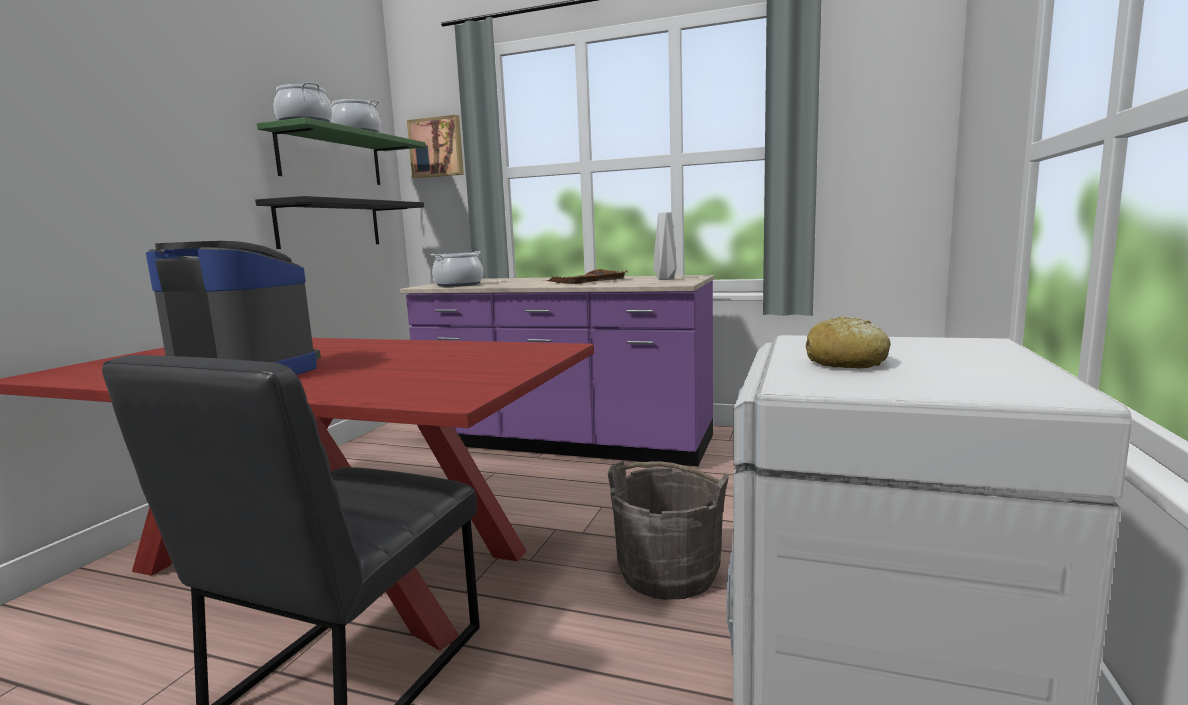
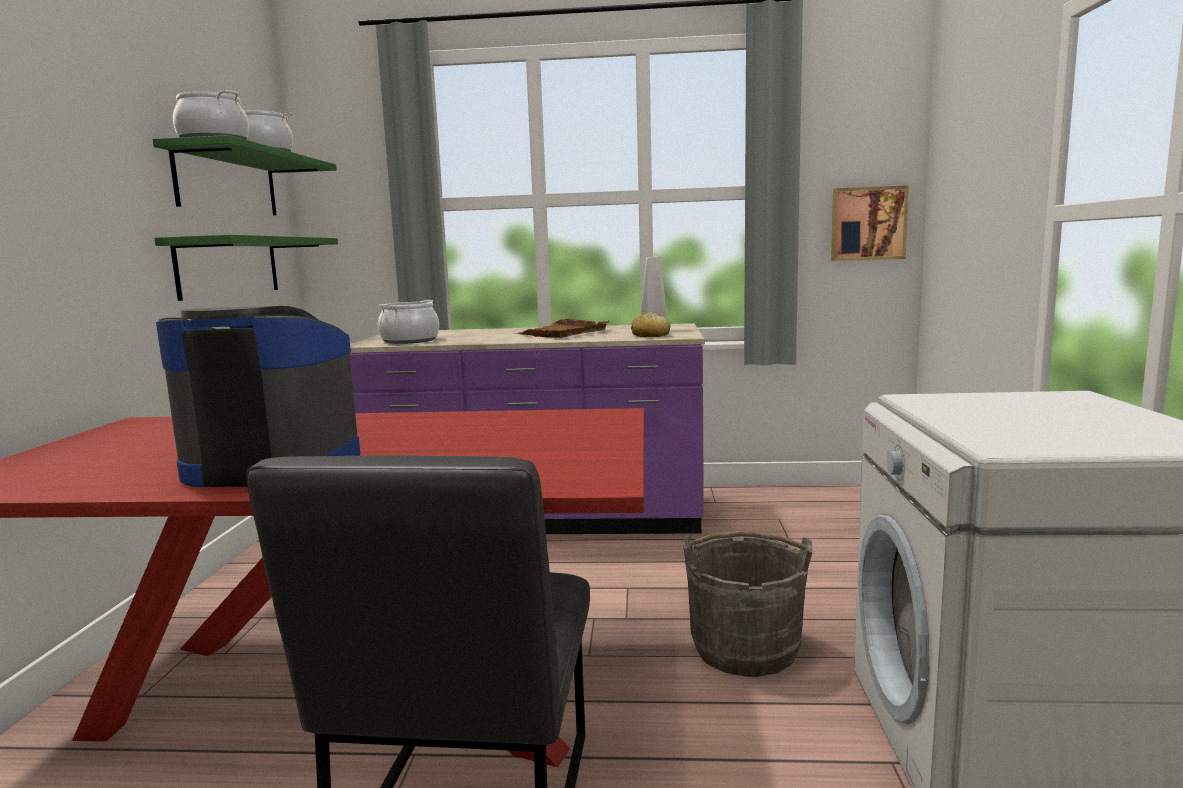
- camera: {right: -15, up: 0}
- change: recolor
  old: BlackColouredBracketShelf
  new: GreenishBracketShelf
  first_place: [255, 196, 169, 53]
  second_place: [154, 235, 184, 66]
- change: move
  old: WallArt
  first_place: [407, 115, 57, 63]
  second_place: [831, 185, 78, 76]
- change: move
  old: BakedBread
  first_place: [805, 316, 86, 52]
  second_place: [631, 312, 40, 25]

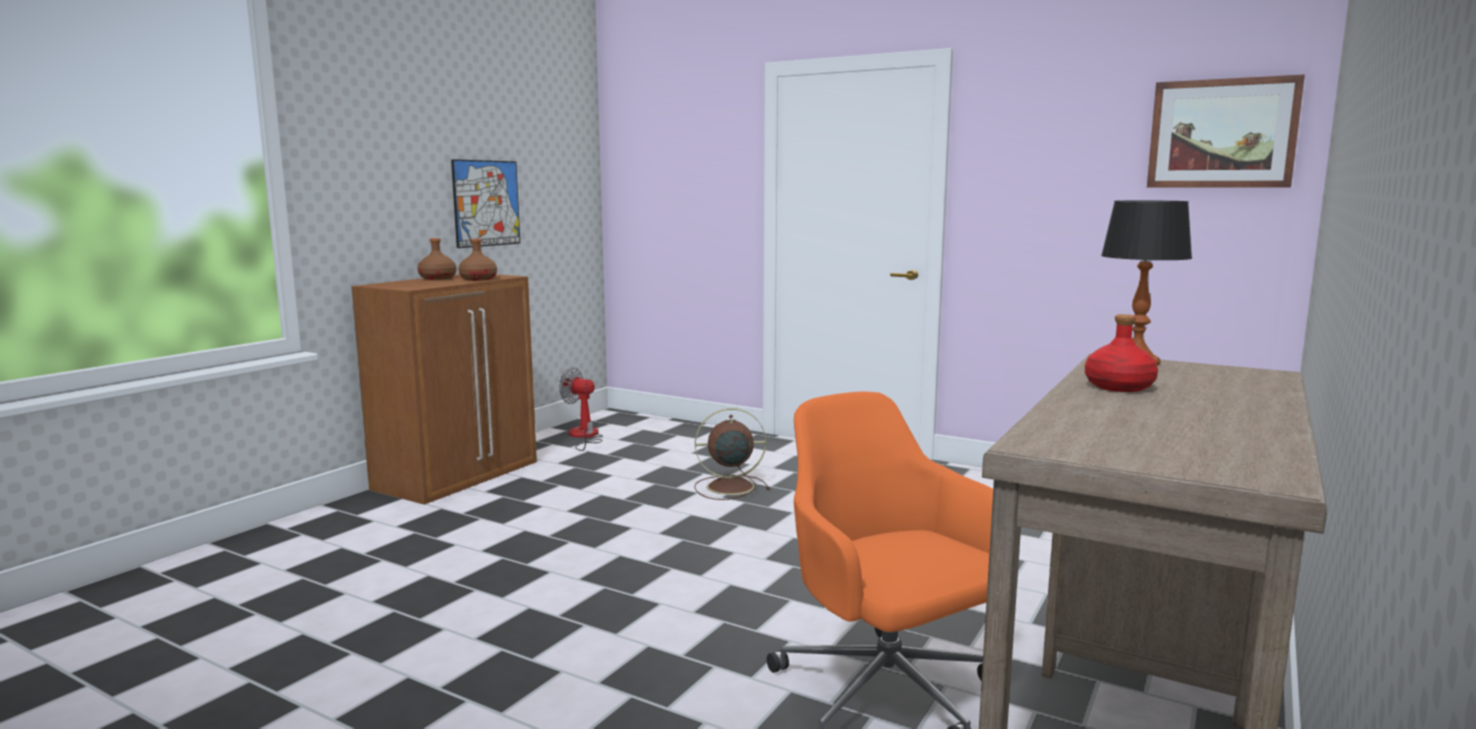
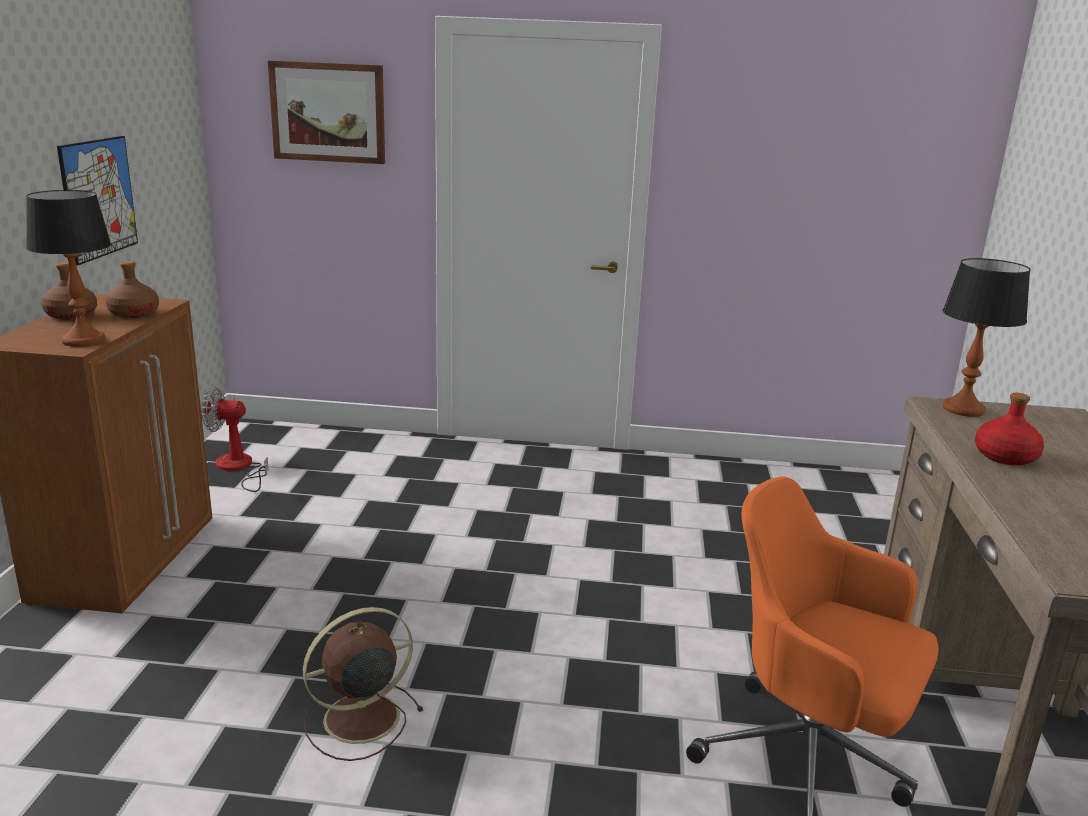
- camera: {right: -25, up: 10}
- change: move
  old: BrownFan
  first_place: [694, 408, 76, 92]
  second_place: [303, 607, 121, 154]
- change: move
  old: WallArt
  first_place: [1147, 74, 158, 114]
  second_place: [268, 61, 117, 103]
- change: insert
  new: TabletopLamp
  second_place: [26, 190, 85, 157]

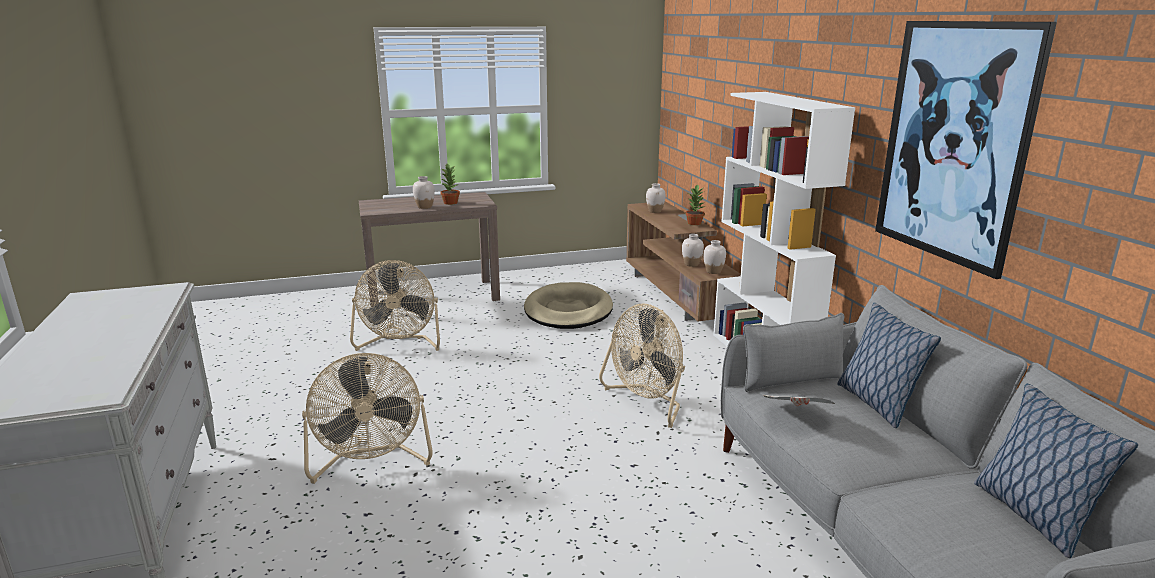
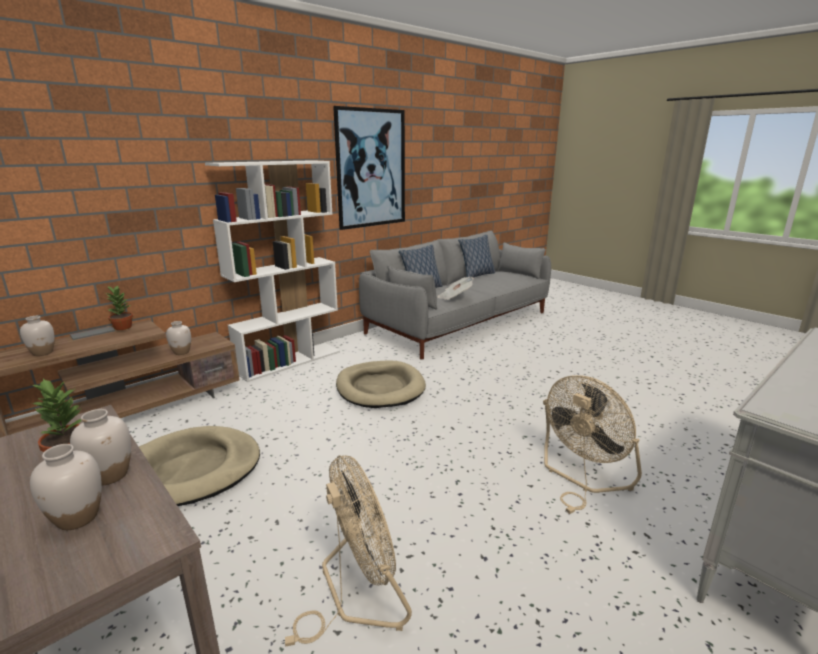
- camera: {right: -115, up: 0}
- change: replace
  old: BeigeFan
  new: BeigeDogCushion
  first_place: [599, 304, 86, 124]
  second_place: [336, 361, 90, 47]
- change: move
  old: WhiteColouredFlowerVase
  first_place: [704, 240, 22, 34]
  second_place: [30, 444, 72, 86]

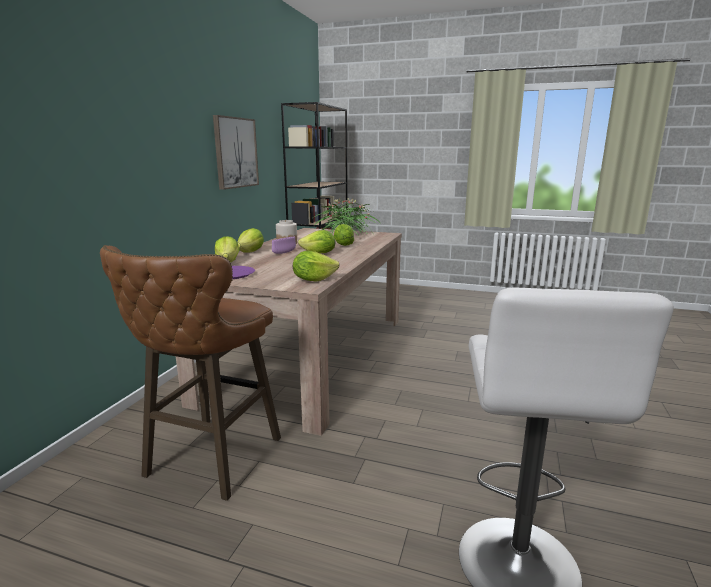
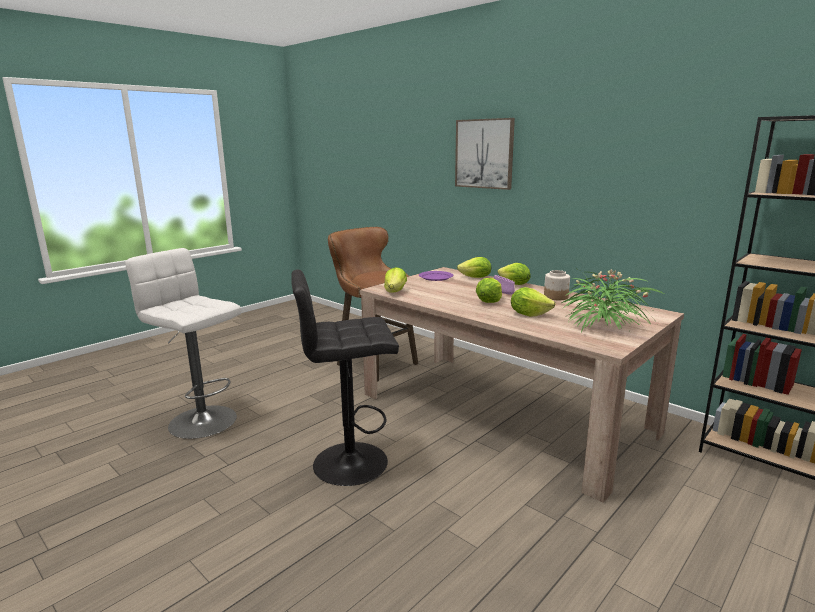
- camera: {right: 115, up: 0}
- change: move
  old: WallArt
  first_place: [213, 115, 46, 75]
  second_place: [455, 118, 60, 72]
- change: insert
  new: BlackColouredStoolSeat
  second_place: [291, 270, 108, 216]

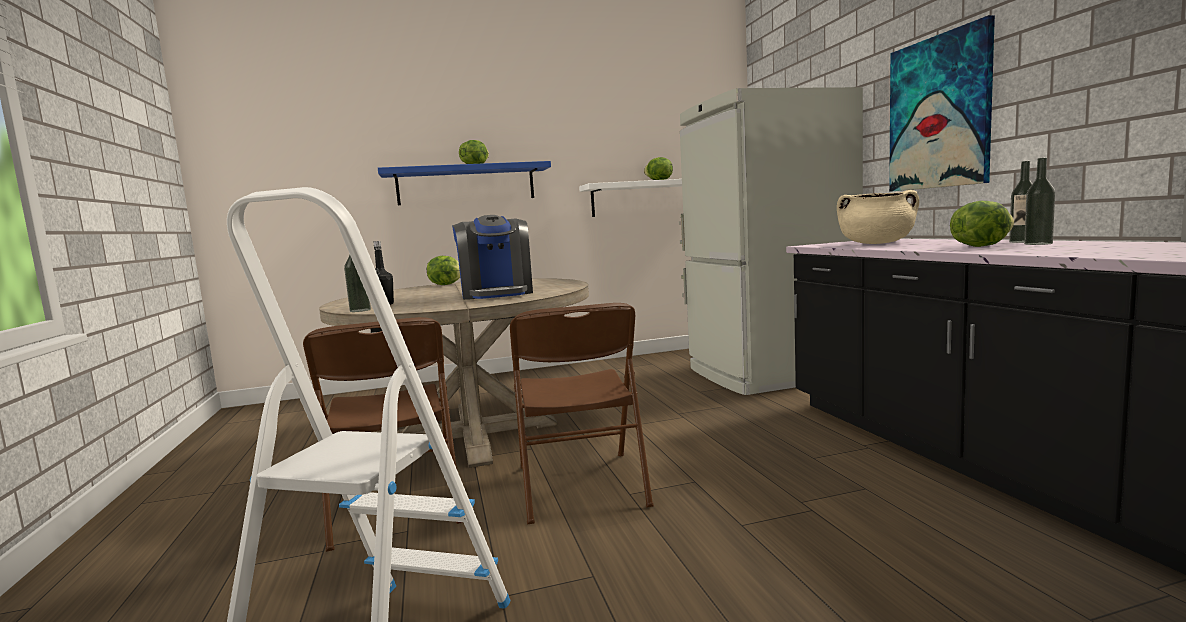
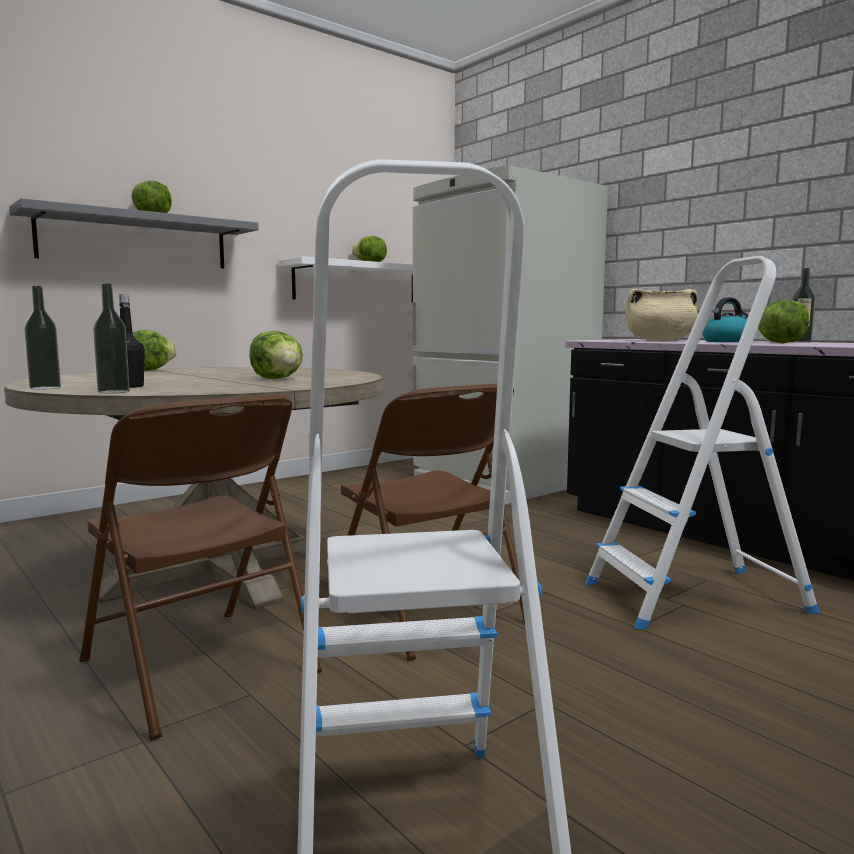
- camera: {right: -25, up: 0}
- change: recolor
  old: BluishBracketShelf
  new: GreyishBracketShelf
  first_place: [378, 161, 173, 44]
  second_place: [9, 198, 250, 71]
- change: replace
  old: CoffeeBrewer
  new: Lettuce
  first_place: [452, 215, 81, 85]
  second_place: [249, 331, 54, 48]
- change: delete
  old: WallArt
  first_place: [889, 15, 106, 177]
- change: move
  old: BeverageBottle
  first_place: [1024, 158, 31, 87]
  second_place: [24, 286, 37, 104]
- change: insert
  new: WhiteColouredStepladder
  second_place: [585, 256, 235, 374]
- change: insert
  new: TeaKettle
  second_place: [703, 297, 45, 45]

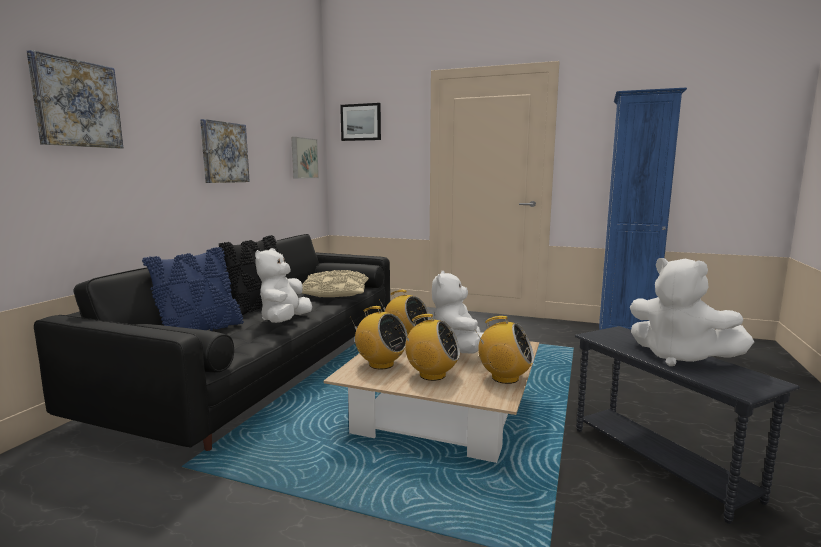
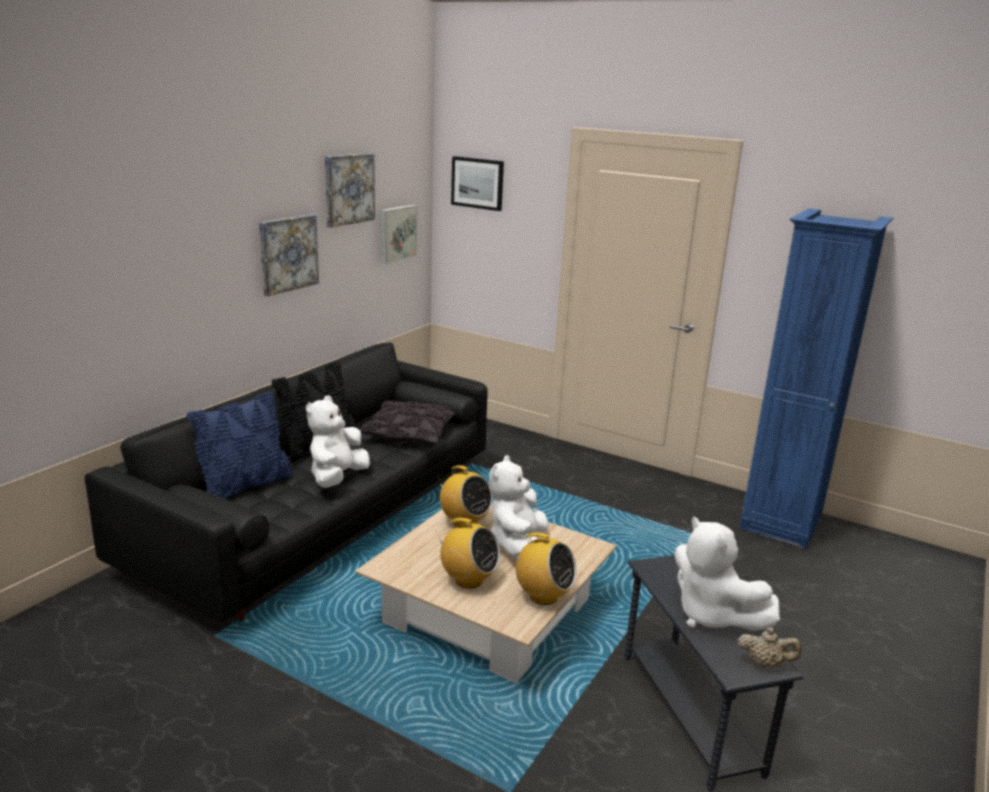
- camera: {right: 10, up: 10}
- change: move
  old: WallArt
  first_place: [27, 50, 96, 98]
  second_place: [325, 153, 50, 75]
- change: recolor
  old: BeigeThrowPillow
  new: BlackColouredThrowPillow
  first_place: [302, 270, 67, 27]
  second_place: [360, 400, 95, 44]
- change: delete
  old: RadioReceiver
  first_place: [352, 306, 56, 64]
- change: insert
  new: BeigeTeaPot
  second_place: [738, 628, 64, 40]

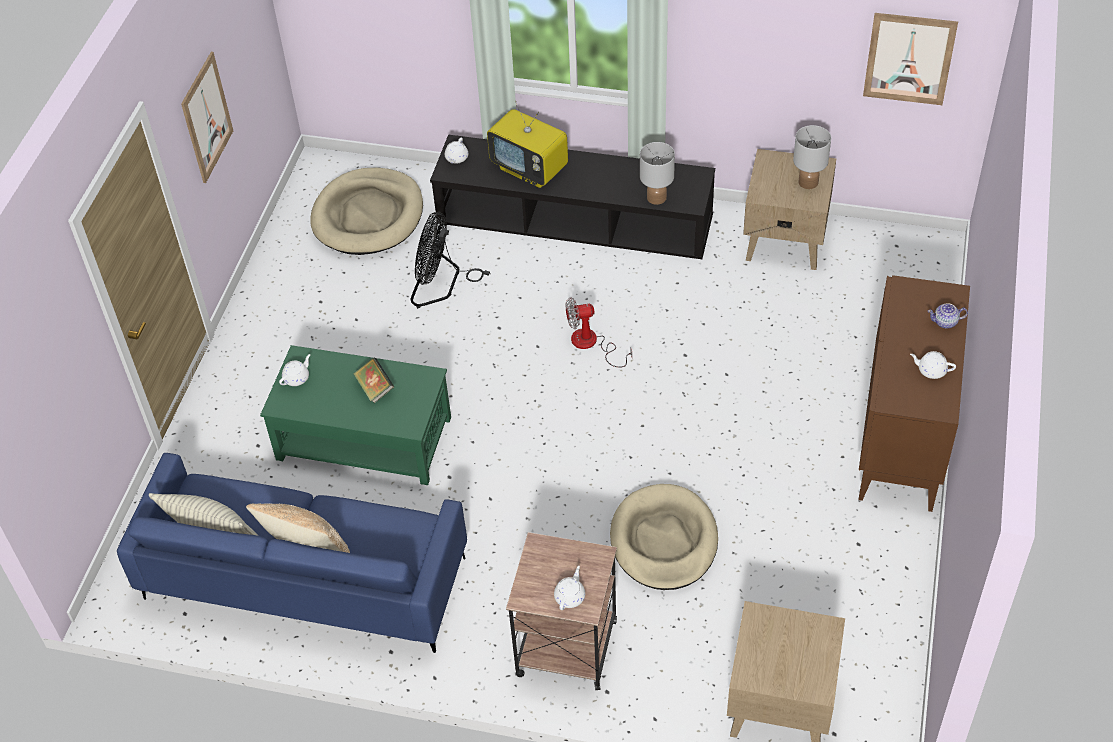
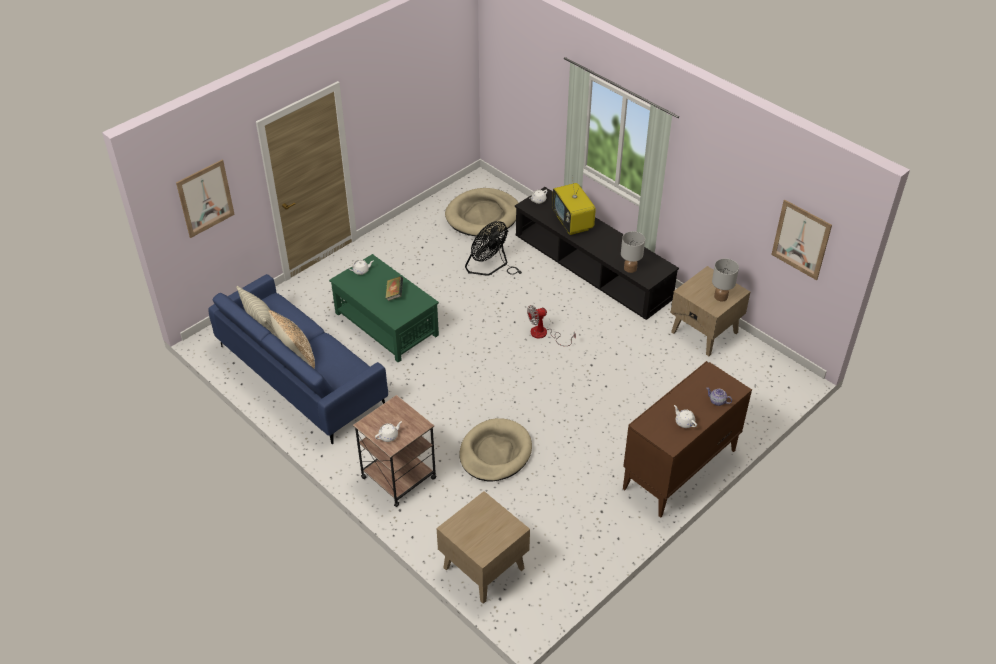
- camera: {right: 30, up: -5}
- change: move
  old: WallArt
  first_place: [181, 52, 52, 131]
  second_place: [176, 160, 59, 78]
- change: rotate
  old: Fan
  first_place: [565, 297, 67, 71]
  second_place: [527, 305, 49, 41]
  degrees: -45

